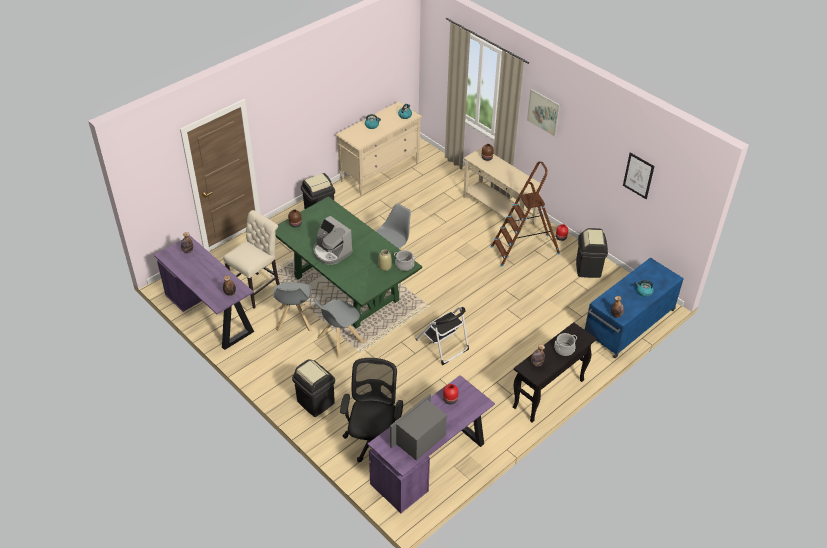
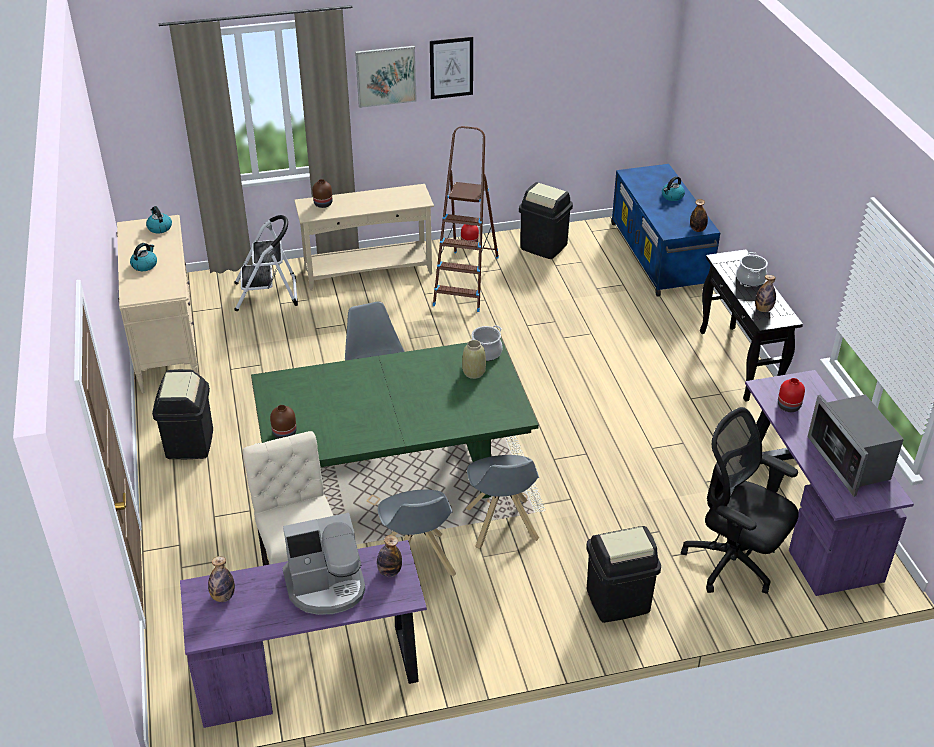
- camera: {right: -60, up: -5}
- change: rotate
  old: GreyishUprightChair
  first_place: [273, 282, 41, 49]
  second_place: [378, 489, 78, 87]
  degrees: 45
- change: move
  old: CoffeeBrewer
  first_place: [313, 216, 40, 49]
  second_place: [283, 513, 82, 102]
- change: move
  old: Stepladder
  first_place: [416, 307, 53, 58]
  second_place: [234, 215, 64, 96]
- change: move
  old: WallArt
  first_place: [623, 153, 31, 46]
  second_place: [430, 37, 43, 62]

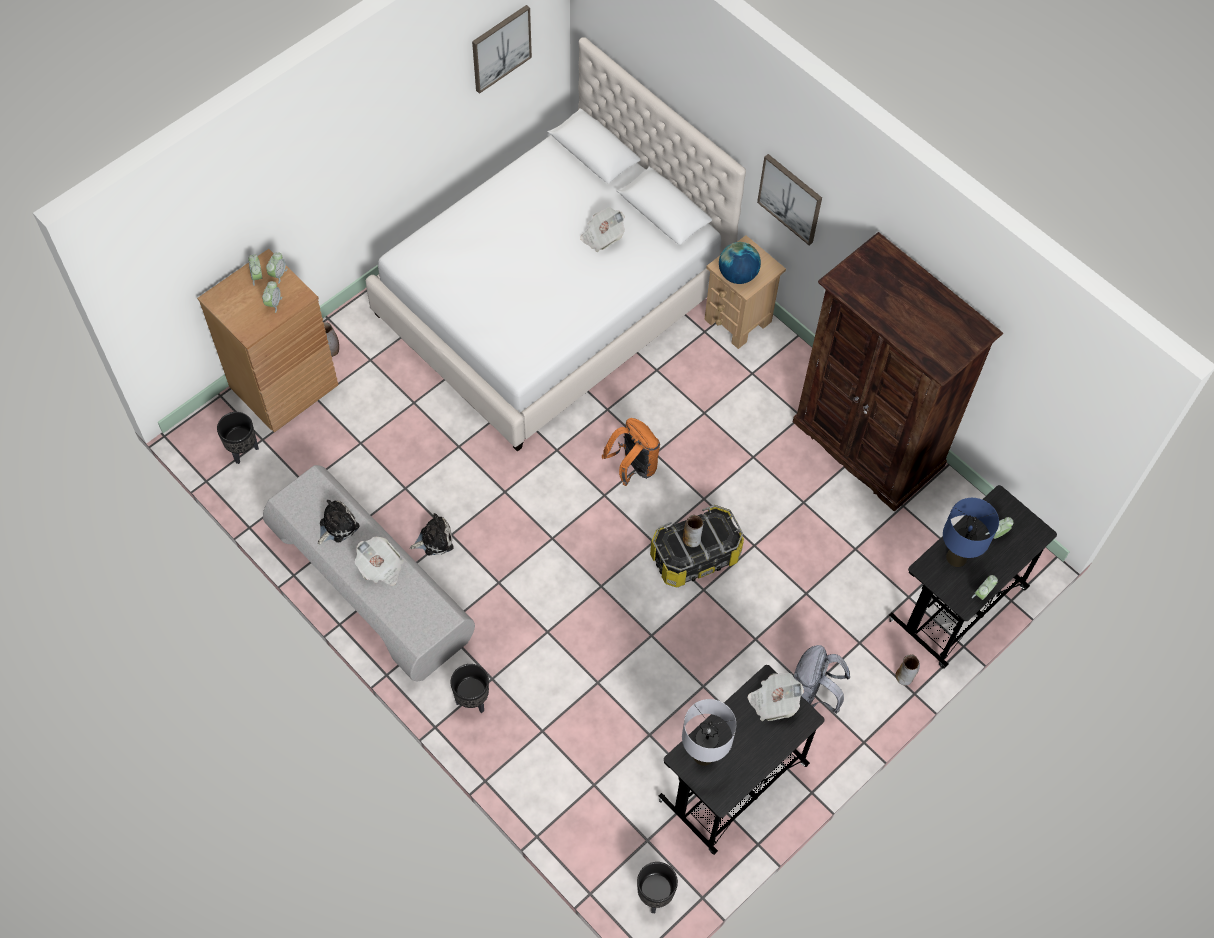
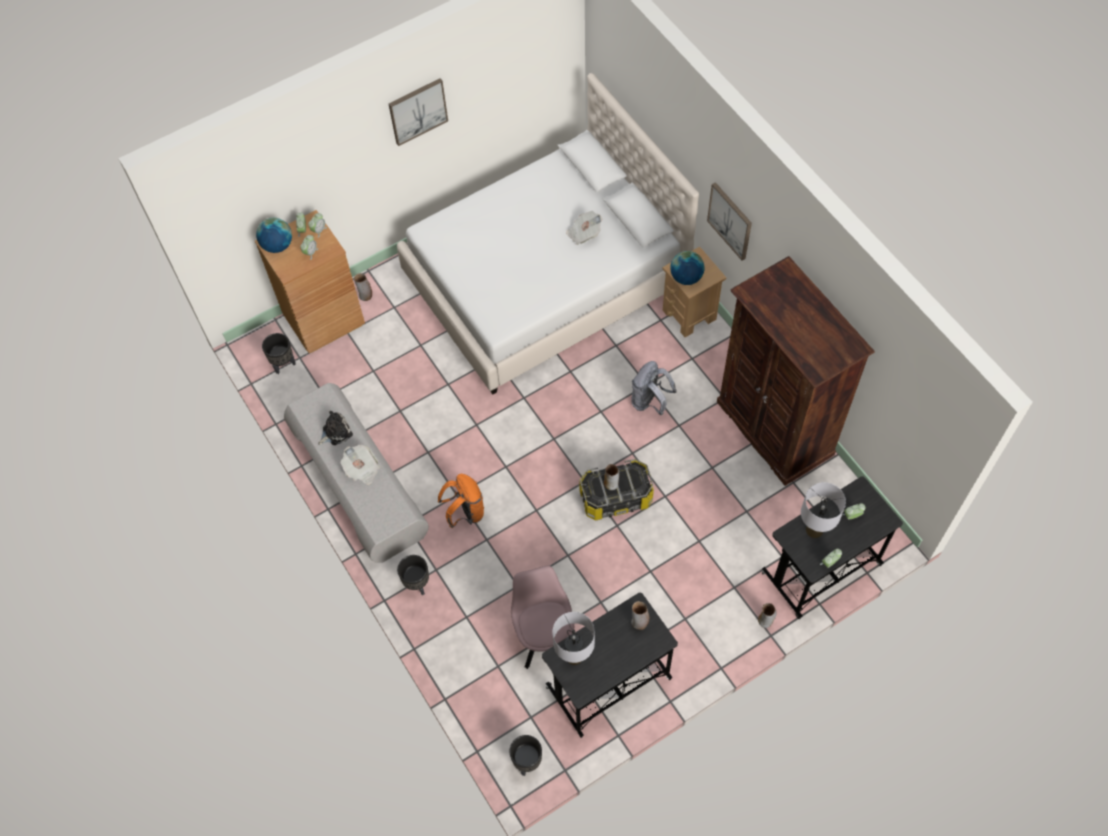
- camera: {right: 15, up: 0}
- change: delete
  old: SoftToy
  first_place: [410, 513, 44, 42]
- change: move
  old: WallArt
  first_place: [472, 5, 60, 89]
  second_place: [389, 78, 59, 68]
- change: move
  old: OrangeyBackpack
  first_place: [602, 418, 58, 68]
  second_place: [438, 474, 46, 55]
- change: replace
  old: Newspaper
  new: FlowerVase
  first_place: [748, 673, 56, 48]
  second_place: [631, 601, 18, 29]
- change: move
  old: GreyishBackpack
  first_place: [794, 645, 56, 69]
  second_place: [631, 361, 46, 54]
- change: recolor
  old: BluishTabletopLamp
  new: GreyishTabletopLamp
  first_place: [943, 498, 56, 69]
  second_place: [801, 482, 45, 56]
- change: insert
  new: DeskGlobe
  second_place: [256, 218, 36, 35]
- change: insert
  new: PinkColouredUprightChair
  second_place: [511, 565, 63, 104]

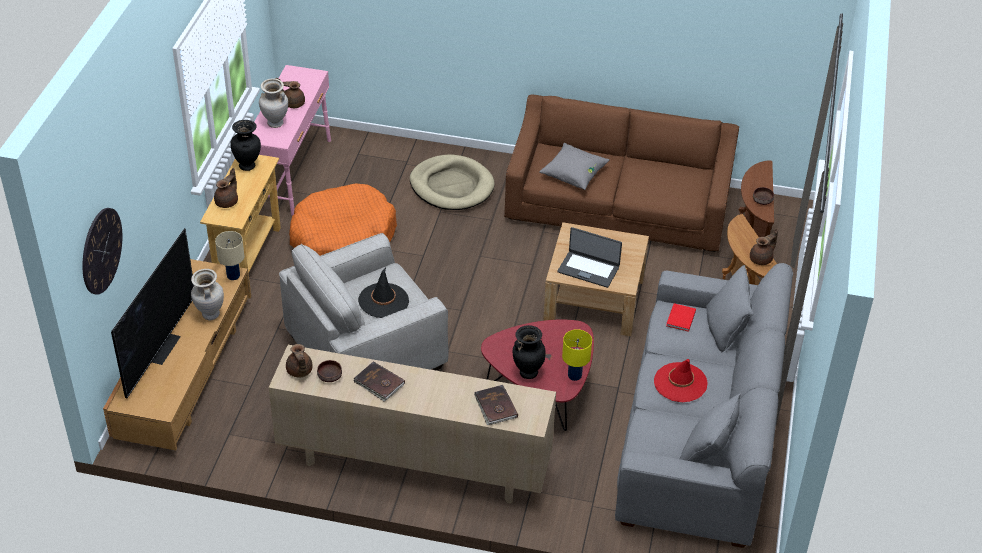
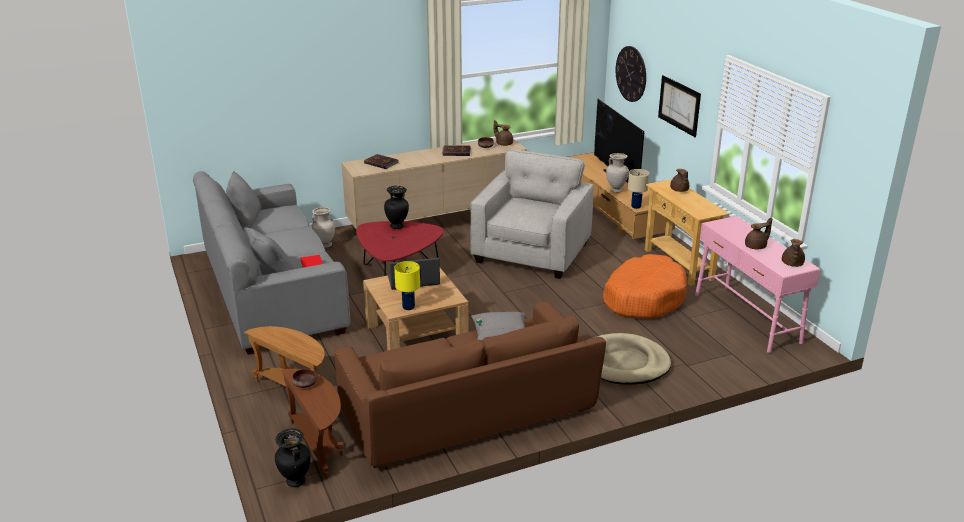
- camera: {right: 145, up: -15}
- change: move
  old: BlackColouredFlowerVase
  first_place: [230, 120, 31, 51]
  second_place: [275, 429, 35, 58]
- change: move
  old: BeigeFlowerVase
  first_place: [259, 78, 29, 50]
  second_place: [312, 207, 23, 41]
- change: delete
  old: BlackColouredClothingHat
  first_place: [358, 268, 51, 50]
- change: move
  old: YellowTabletopLamp
  first_place: [562, 329, 30, 52]
  second_place: [394, 261, 26, 49]
- change: delete
  old: RedColouredClothingHat
  first_place: [654, 359, 54, 43]
- change: move
  old: BrownTeaPot
  first_place: [750, 228, 28, 37]
  second_place: [782, 239, 23, 28]
- change: insert
  new: WallArt
  second_place: [658, 75, 43, 62]

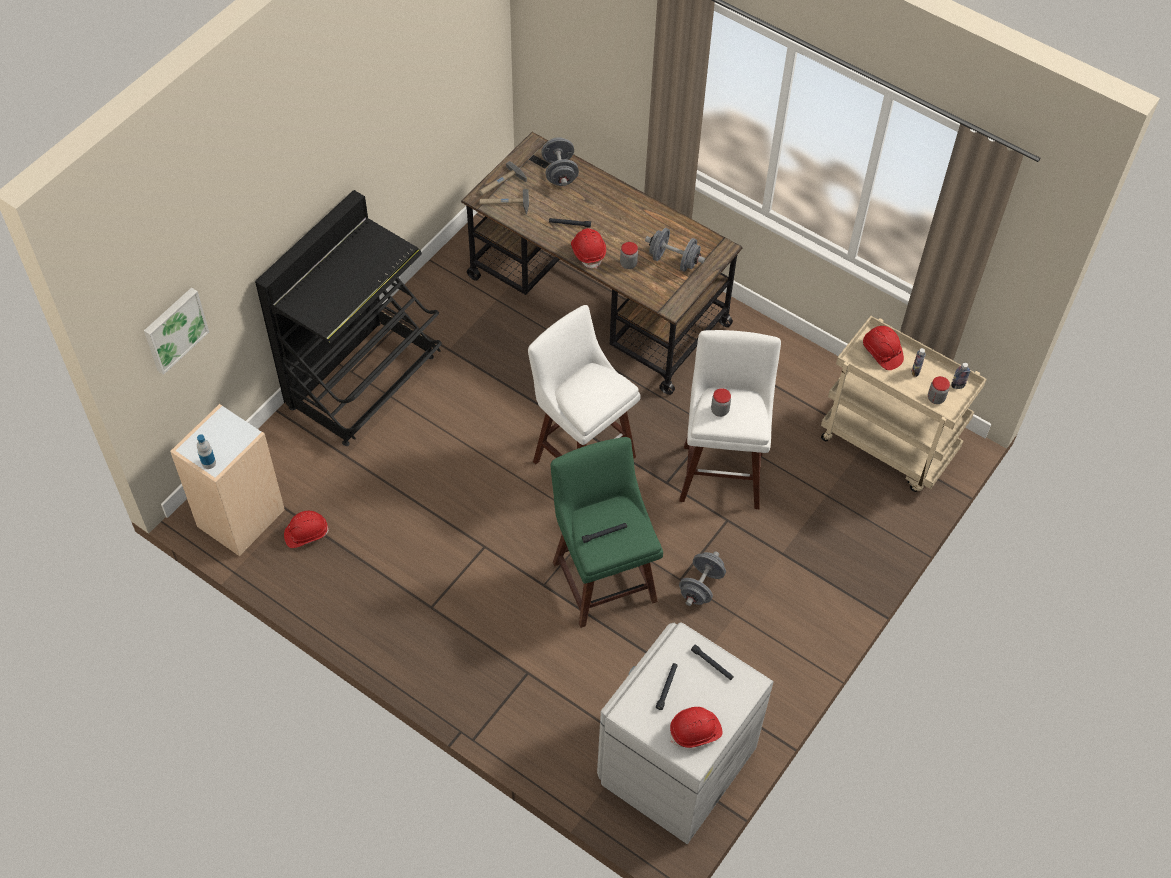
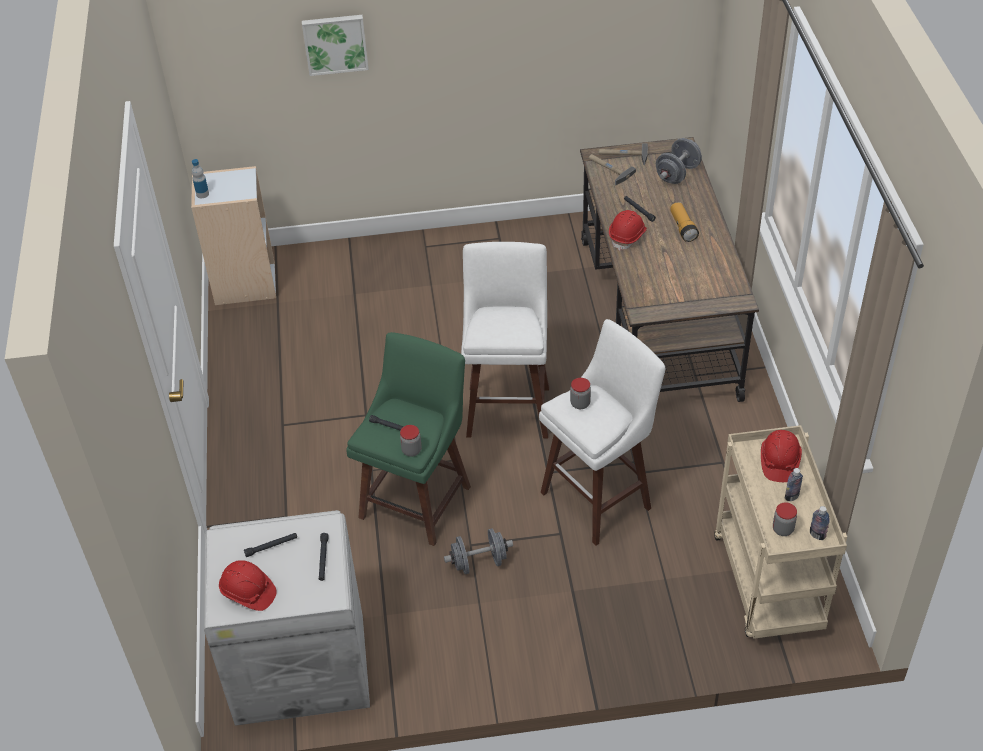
- camera: {right: 50, up: -10}
- change: move
  old: WallArt
  first_place: [144, 287, 65, 88]
  second_place: [302, 15, 67, 61]
- change: delete
  old: BlackColouredShoeShelf
  first_place: [255, 190, 187, 256]
- change: delete
  old: RedColouredSafetyHelmet
  first_place: [284, 511, 45, 37]
- change: move
  old: Jar
  first_place: [620, 242, 18, 27]
  second_place: [400, 425, 22, 32]
- change: delete
  old: GreyishFreeWeight
  first_place: [645, 228, 60, 44]
- change: insert
  new: HandTorch
  second_place: [670, 202, 29, 40]

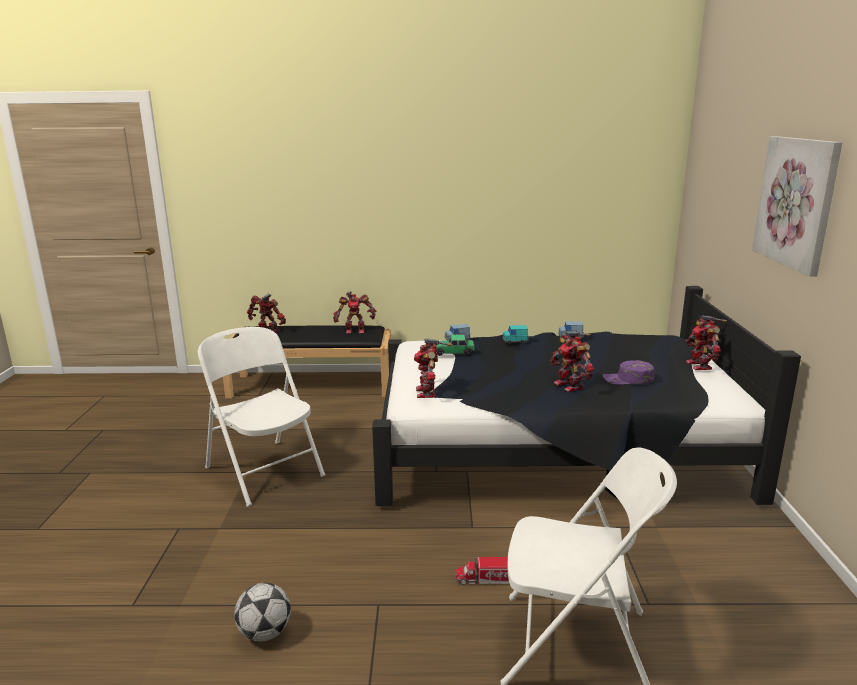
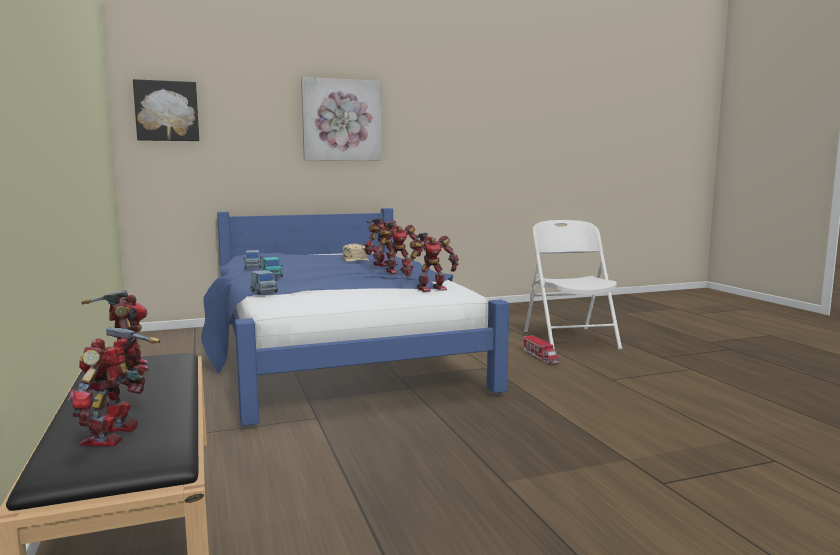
- camera: {right: -110, up: -10}
- change: delete
  old: WhiteColouredUprightChair
  first_place: [198, 327, 127, 180]
- change: delete
  old: Football
  first_place: [234, 583, 57, 59]
- change: recolor
  old: BlackColouredBedroomBed
  new: BluishBedroomBed
  first_place: [372, 286, 429, 220]
  second_place: [201, 208, 308, 218]
- change: delete
  old: ToyCar
  first_place: [436, 335, 39, 21]
- change: recolor
  old: PurpleBaseballCap
  new: BeigeBaseballCap
  first_place: [603, 360, 51, 25]
  second_place: [342, 244, 28, 18]
- change: move
  old: ToyRobot
  first_place: [686, 315, 41, 55]
  second_place: [373, 222, 50, 52]
- change: insert
  new: WallArt
  second_place: [133, 79, 66, 62]

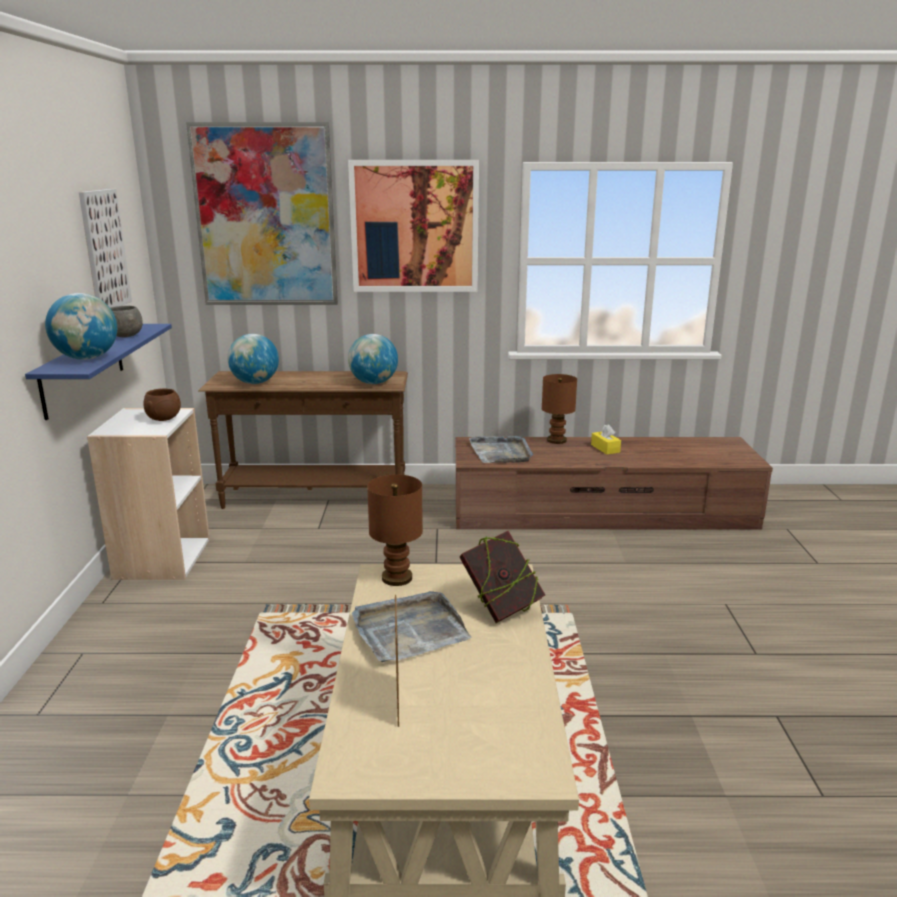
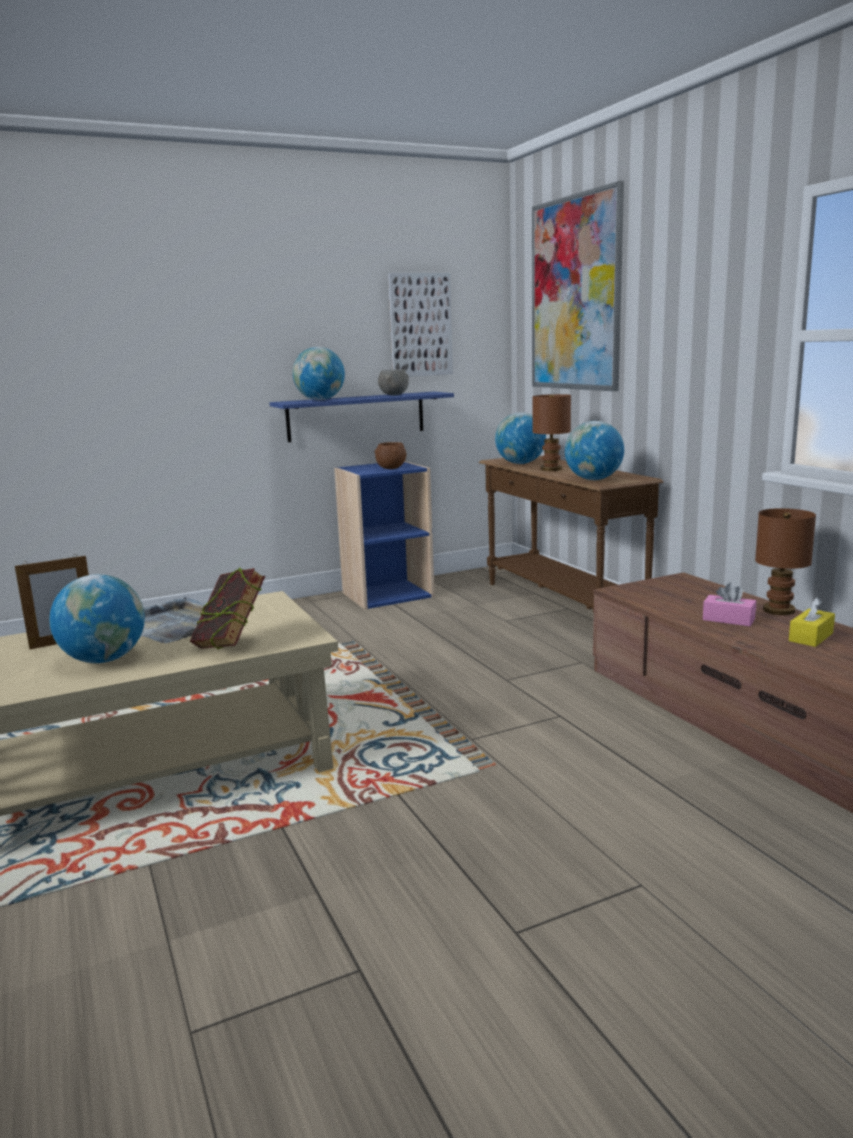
- camera: {right: 65, up: -5}
- change: recolor
  old: WhiteColouredBookshelf
  new: BluishBookshelf
  first_place: [87, 408, 123, 172]
  second_place: [334, 461, 101, 148]
- change: delete
  old: WallArt
  first_place: [348, 160, 131, 132]
- change: move
  old: BrownTabletopLamp
  first_place: [367, 475, 56, 111]
  second_place: [532, 394, 39, 77]
- change: delete
  old: GreyishCarryingTray
  first_place: [469, 436, 64, 27]
- change: insert
  new: DeskGlobe
  second_place: [49, 574, 96, 89]
- change: insert
  new: PinkColouredTissueHolder
  second_place: [703, 582, 53, 44]

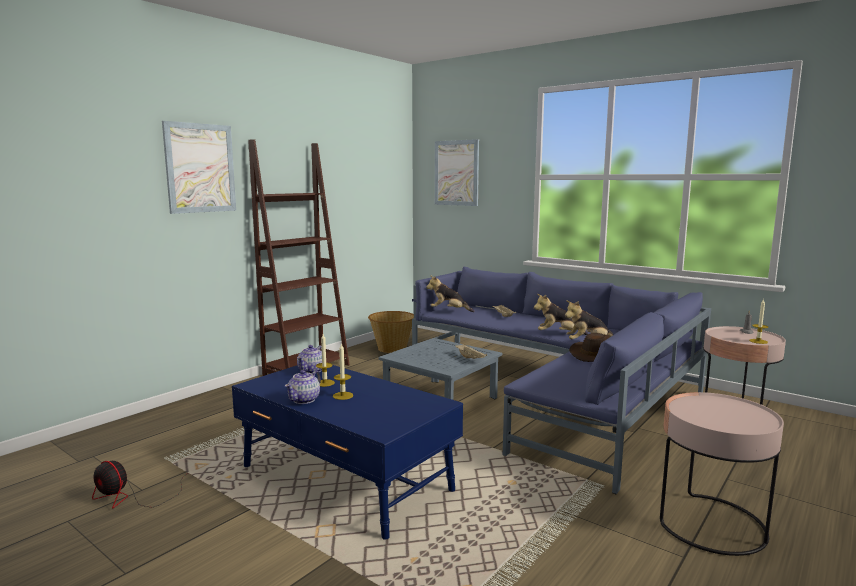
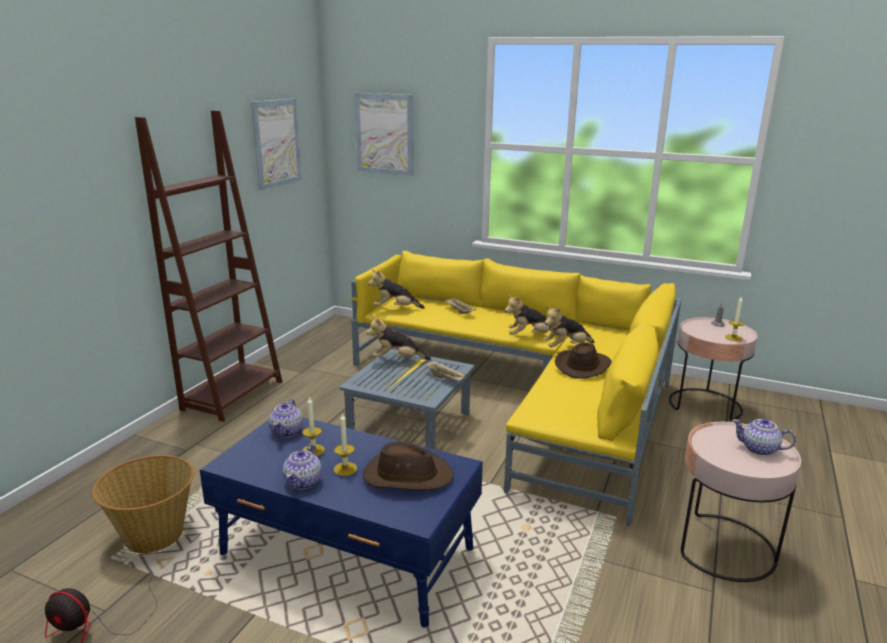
- camera: {right: -15, up: 10}
- change: move
  old: WallArt
  first_place: [162, 121, 74, 93]
  second_place: [251, 99, 51, 92]
- change: move
  old: StorageBasket
  first_place: [368, 311, 46, 42]
  second_place: [92, 455, 102, 98]
- change: recolor
  old: BluishSofa
  new: YellowSofa
  first_place: [378, 267, 333, 227]
  second_place: [339, 251, 342, 275]
- change: insert
  new: BrownClothingHat
  second_place: [363, 441, 91, 49]
- change: insert
  new: SoftToy
  second_place: [366, 316, 65, 44]
- change: insert
  new: TeaPot
  second_place: [732, 418, 64, 38]

